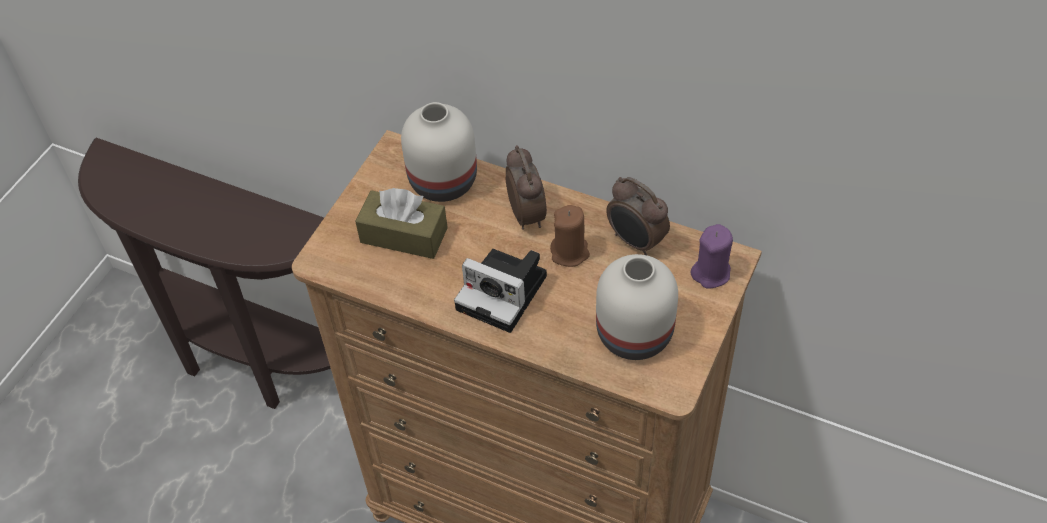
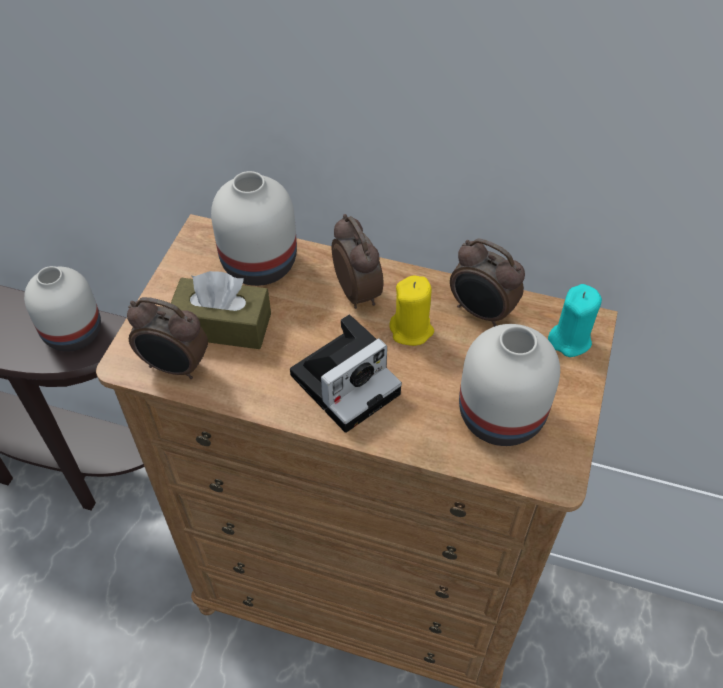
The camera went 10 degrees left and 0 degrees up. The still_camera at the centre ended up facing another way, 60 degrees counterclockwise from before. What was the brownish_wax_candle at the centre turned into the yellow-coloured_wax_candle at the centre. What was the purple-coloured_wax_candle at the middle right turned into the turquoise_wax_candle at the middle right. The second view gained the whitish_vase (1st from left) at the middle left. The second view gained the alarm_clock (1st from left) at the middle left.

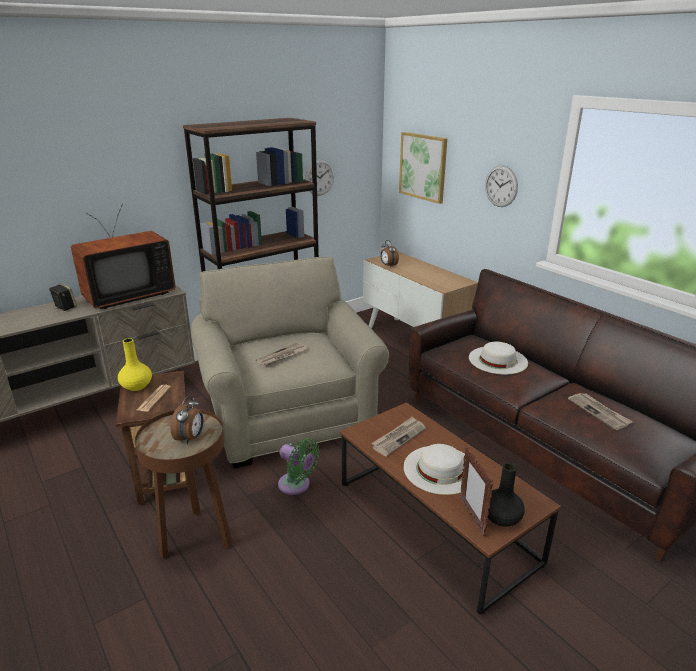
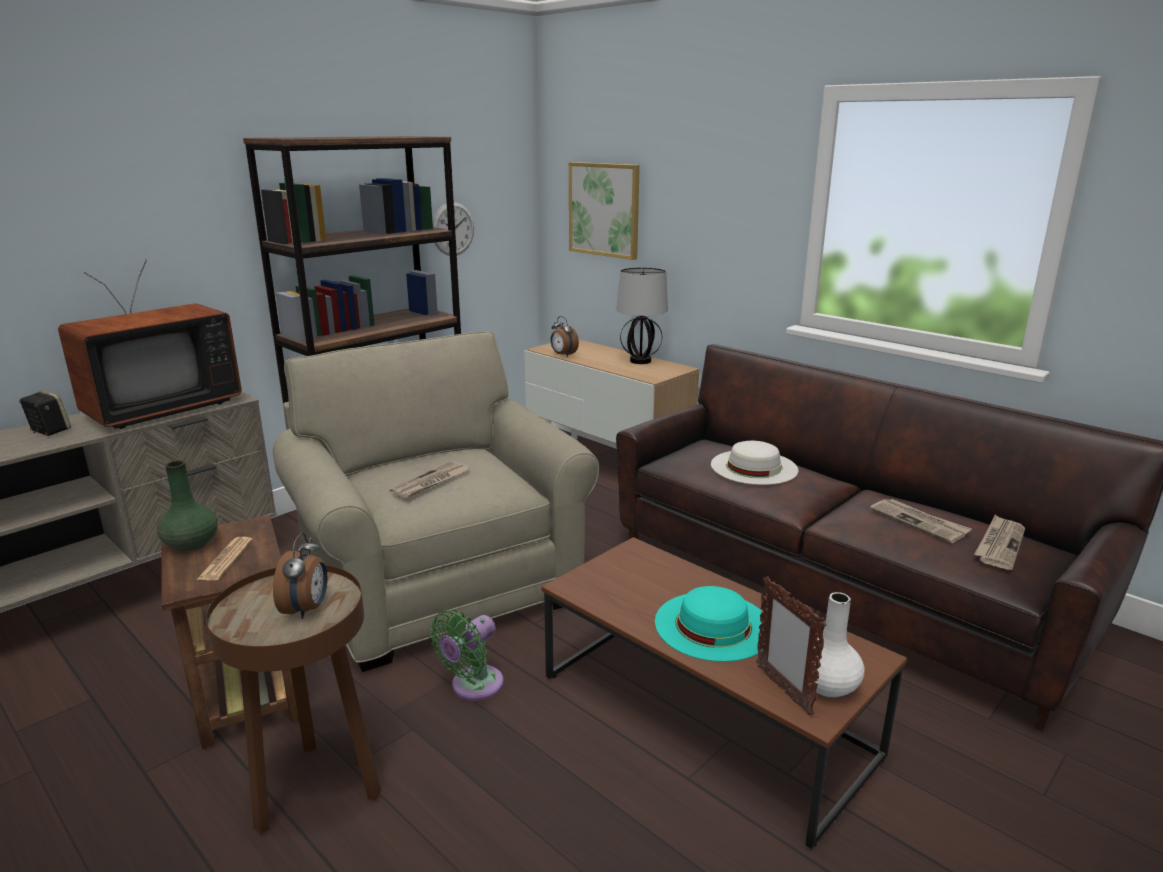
The camera went 10 degrees left and 5 degrees down. What was the yellow-coloured_vase at the middle left turned into the greenish_vase at the middle left. The greenish_fan at the bottom centre ended up facing another way, 105 degrees clockwise from before. The newspaper (3rd from left in the first image) ended up elsewhere, having gone from the centre to the middle right. What was the whitish_wearable_hat (1st from left) at the bottom centre turned into the turquoise_wearable_hat at the bottom centre. The second view lost the wall_clock (2nd from left) at the top right. What was the blackish_vase at the bottom right turned into the whitish_vase at the bottom right. The second view gained the tabletop_lamp at the centre.

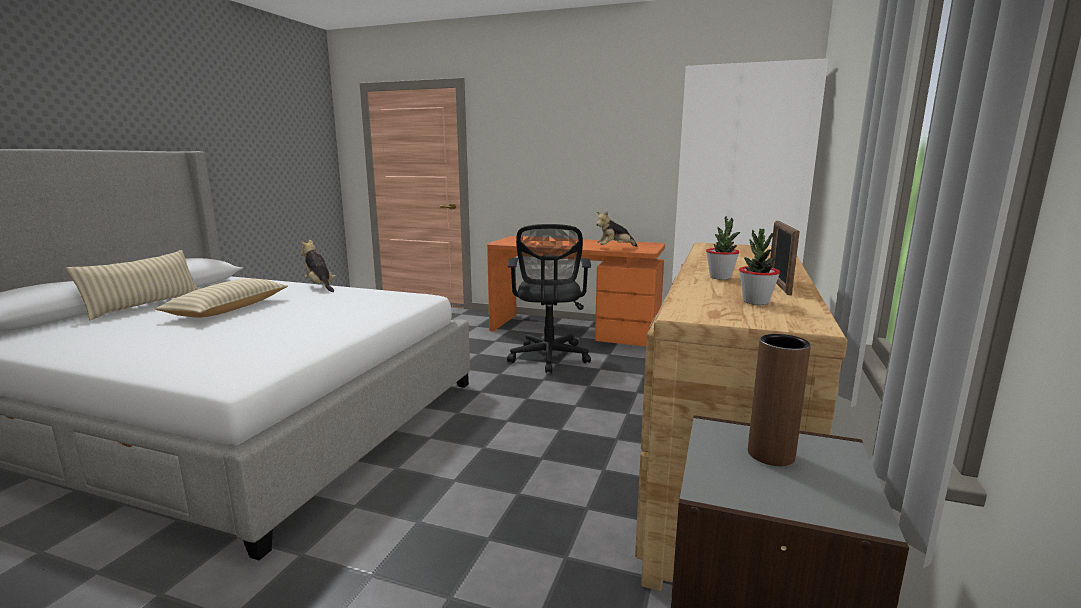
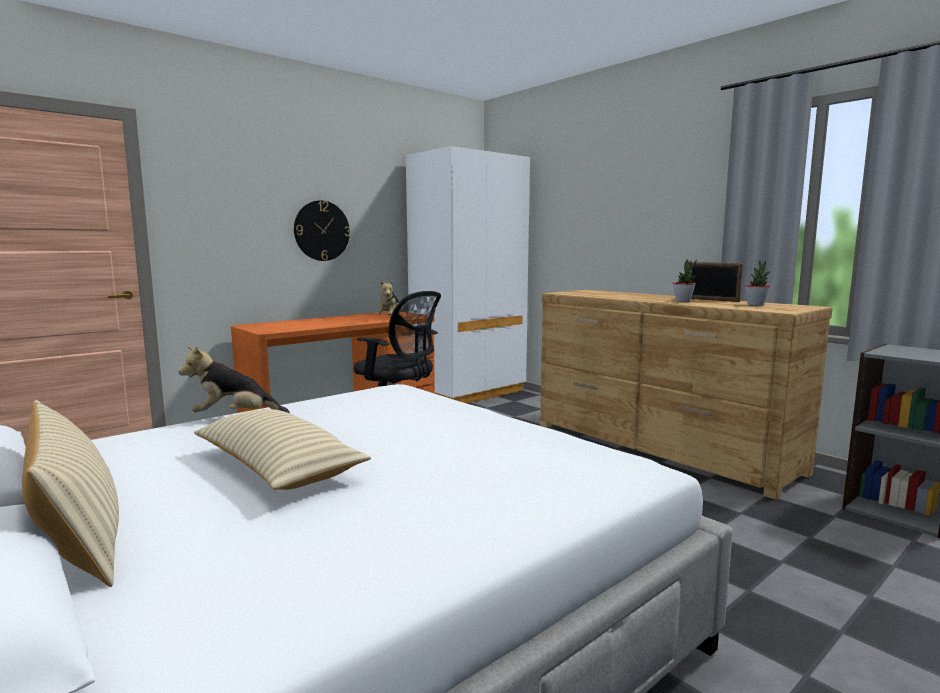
The camera went 60 degrees left and 5 degrees down. The second view lost the brownish_vase at the middle right. The second view gained the wall_clock at the top centre.

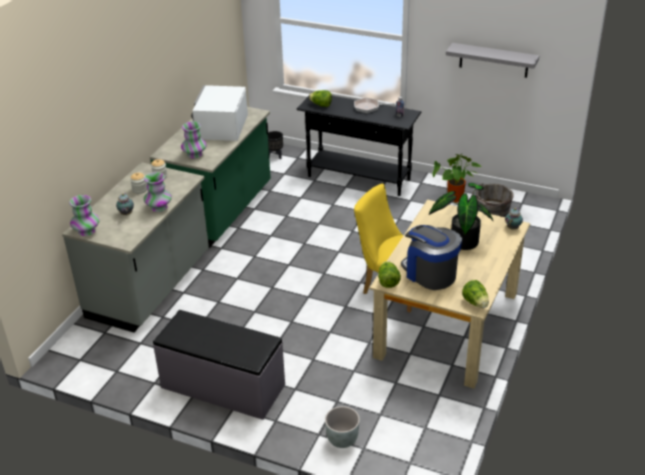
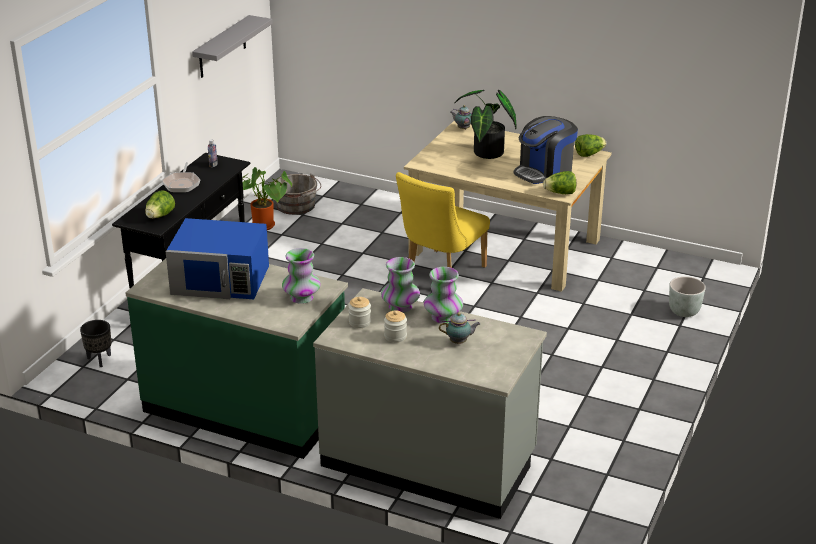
The camera went 90 degrees left and 5 degrees down. The vase (1st from left in the first image) ended up elsewhere, having gone from the middle left to the centre. The second view lost the greyish_long_seat at the bottom centre. What was the whitish_kitchen_microwave at the top centre turned into the bluish_kitchen_microwave at the middle left.

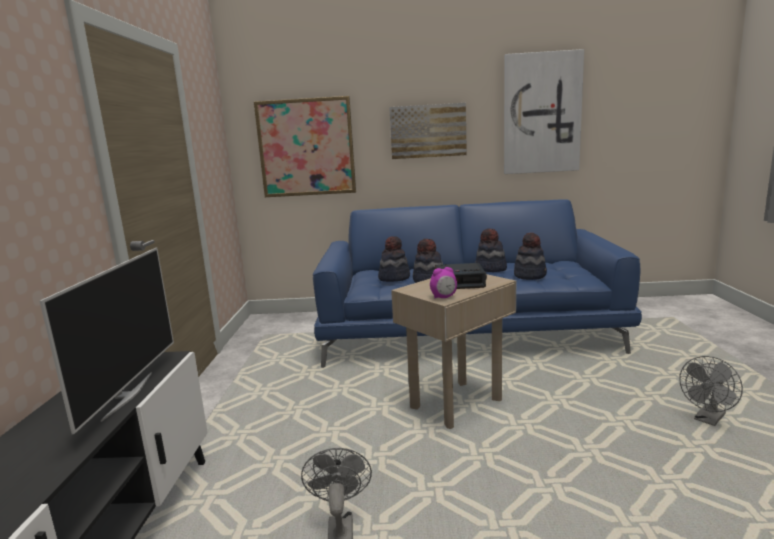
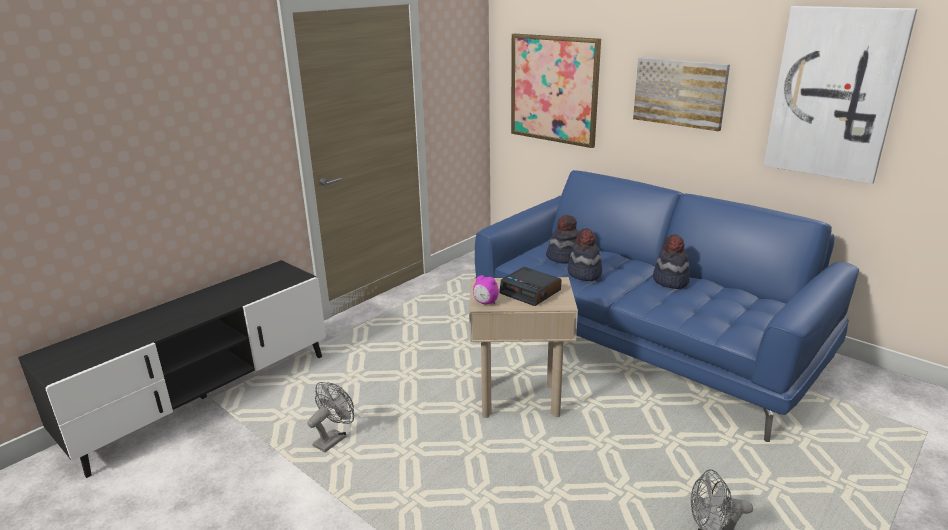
The camera went 40 degrees right and 10 degrees up. The second view lost the TV_set at the middle left. The second view lost the wearable_hat (4th from left) at the middle right.

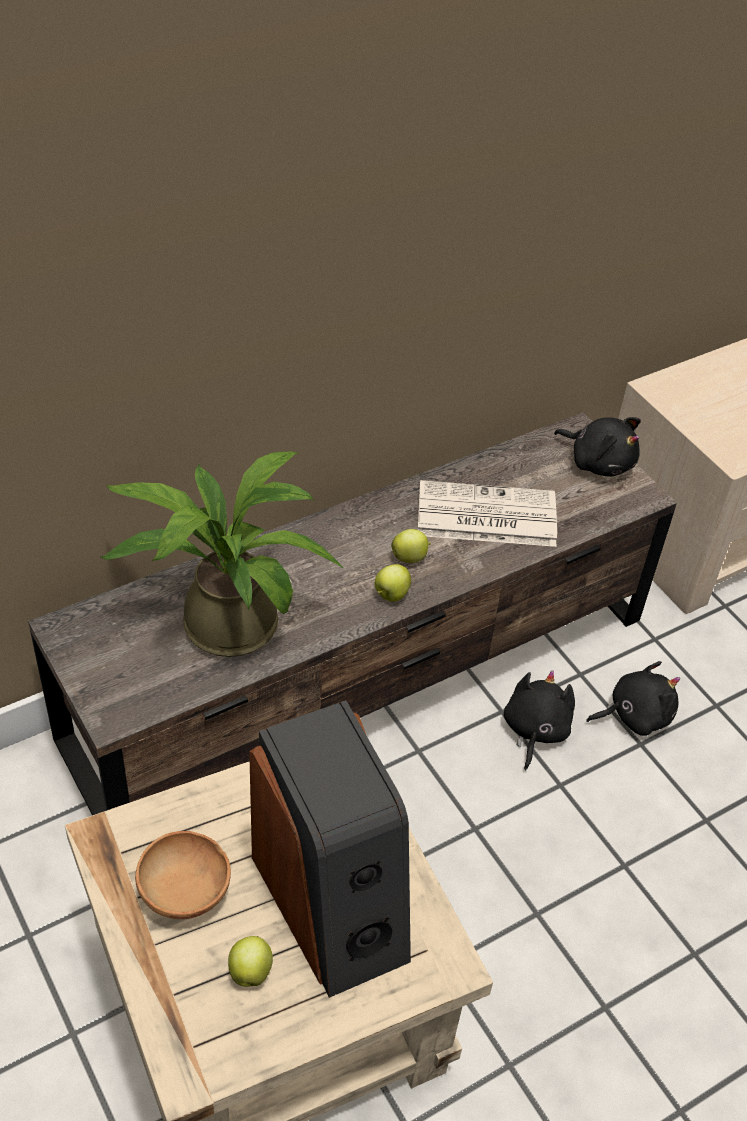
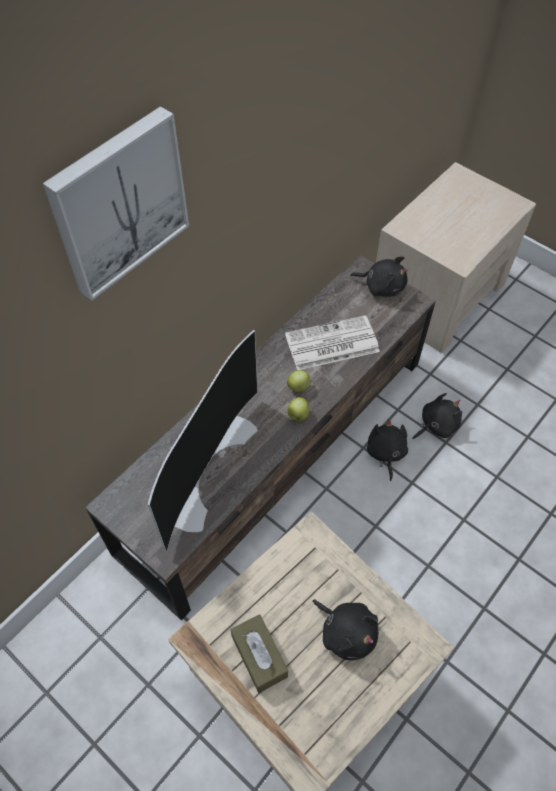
The camera went 15 degrees left and 10 degrees up. Where the potted_plant stood at the middle left, the TV_set came to stand at the centre. Where the brownish_deep_dish stood at the bottom left, the brownish_tissue_holder came to stand at the bottom centre. The second view lost the apple_fruit (1st from left) at the bottom centre. Where the speaker stood at the bottom centre, the blackish_cuddly_toy (1st from left) came to stand at the bottom centre. The second view gained the wall_art at the top left.

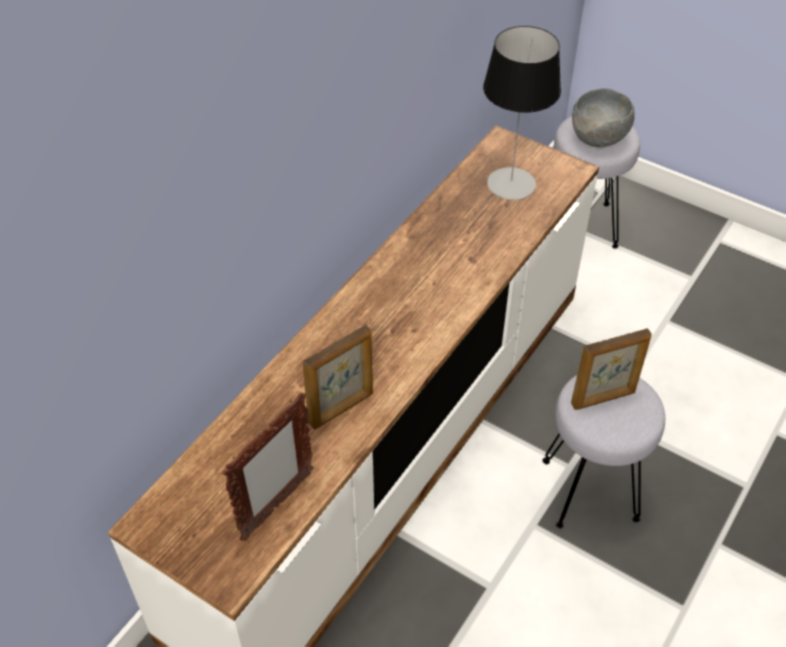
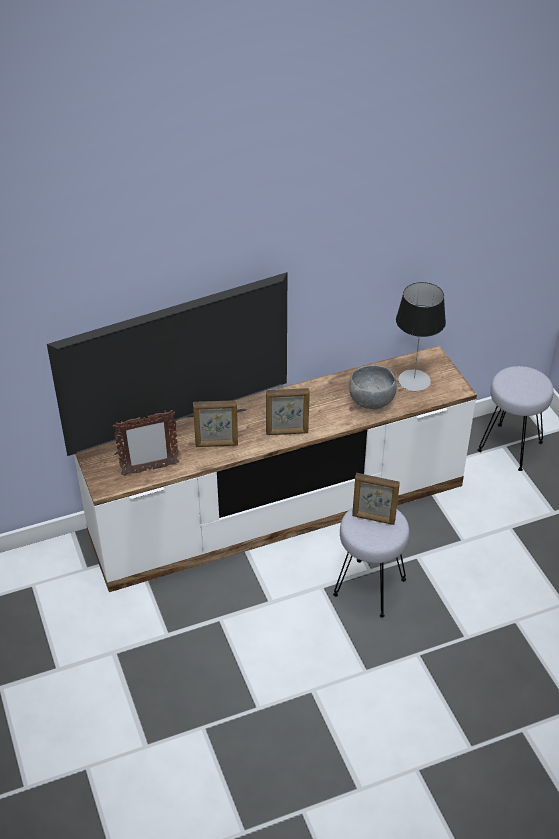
The camera went 35 degrees right and 5 degrees down. The greyish_deep_dish ended up elsewhere, having gone from the top right to the middle right. The second view gained the TV_set at the middle left. The second view gained the standing_frame (3rd from left) at the centre.

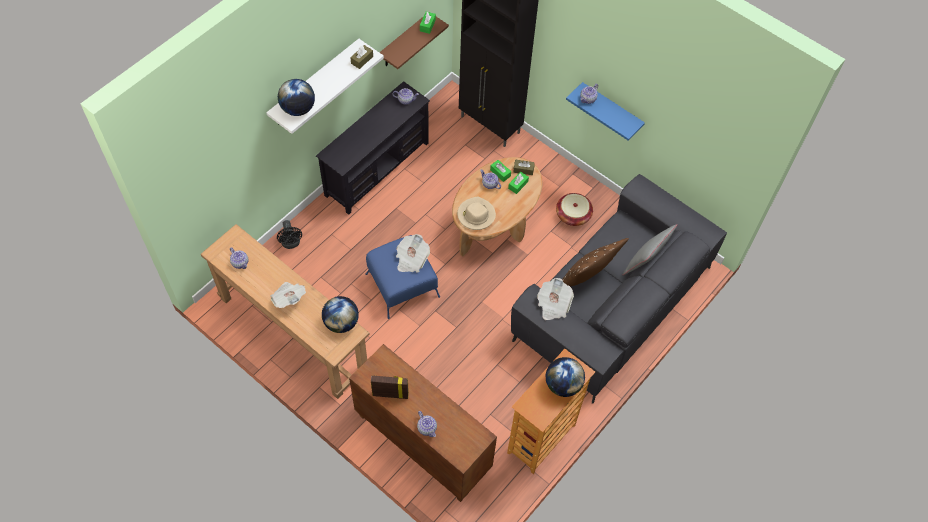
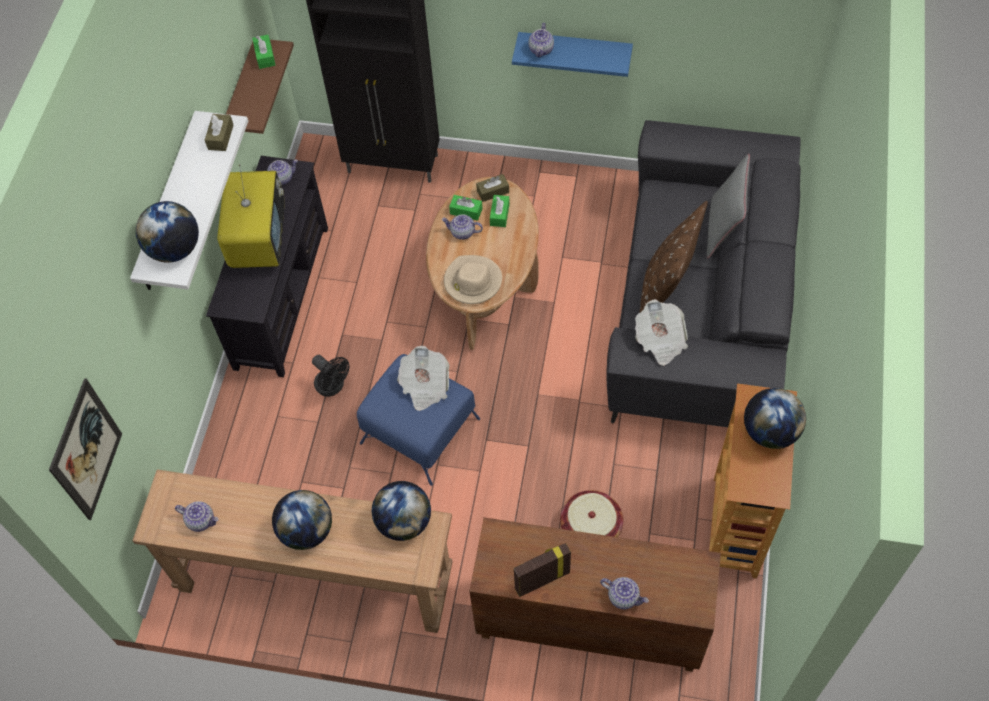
The camera went 25 degrees left and 0 degrees up. Where the newspaper (1st from left) stood at the middle left, the world_globe (2nd from left) came to stand at the bottom left. The blackish_fan ended up elsewhere, having gone from the middle left to the centre. The basket ended up elsewhere, having gone from the centre to the bottom centre. The second view gained the wall_art at the middle left. The second view gained the TV_set at the top left.

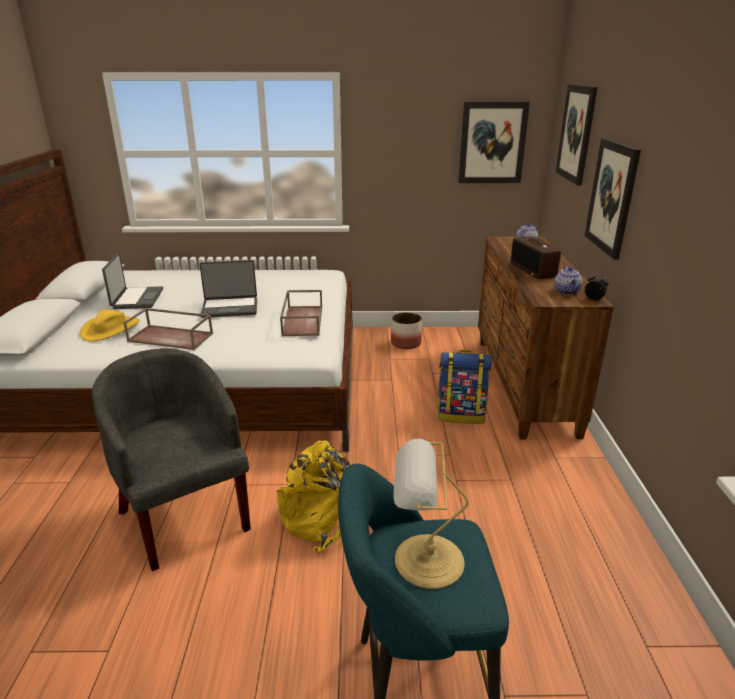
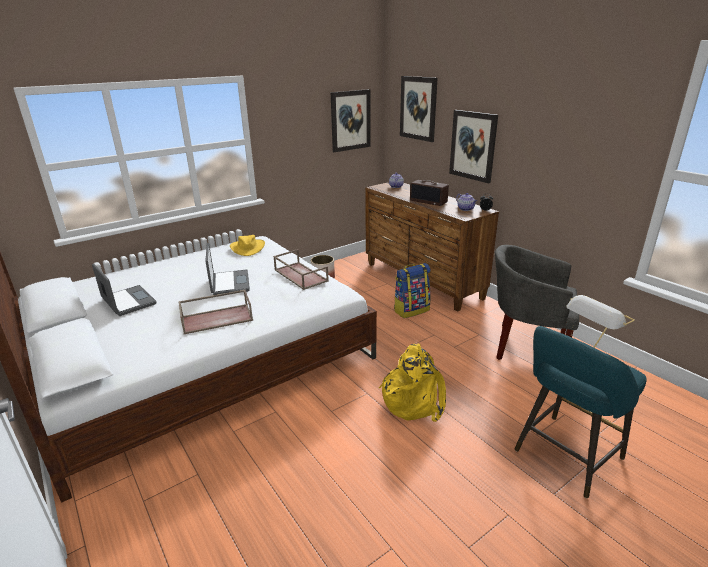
The camera went 35 degrees left and 0 degrees up. The yellow-coloured_wearable_hat ended up elsewhere, having gone from the middle left to the centre. The greyish_easy_chair ended up elsewhere, having gone from the middle left to the middle right. The laptop (2nd from left) at the middle left ended up facing another way, 60 degrees counterclockwise from before.

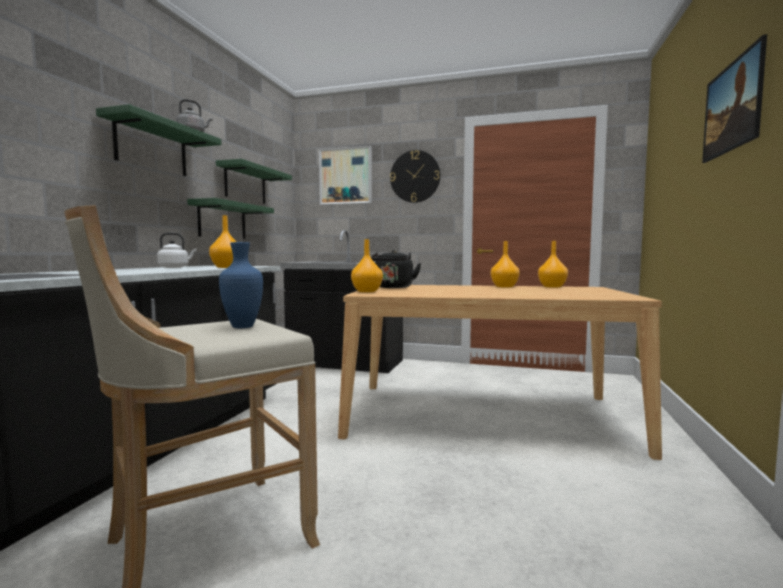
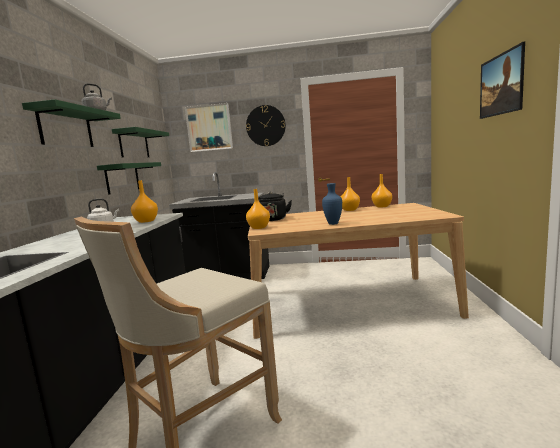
The camera went 10 degrees left and 5 degrees up. The bluish_vase ended up elsewhere, having gone from the middle left to the centre.

